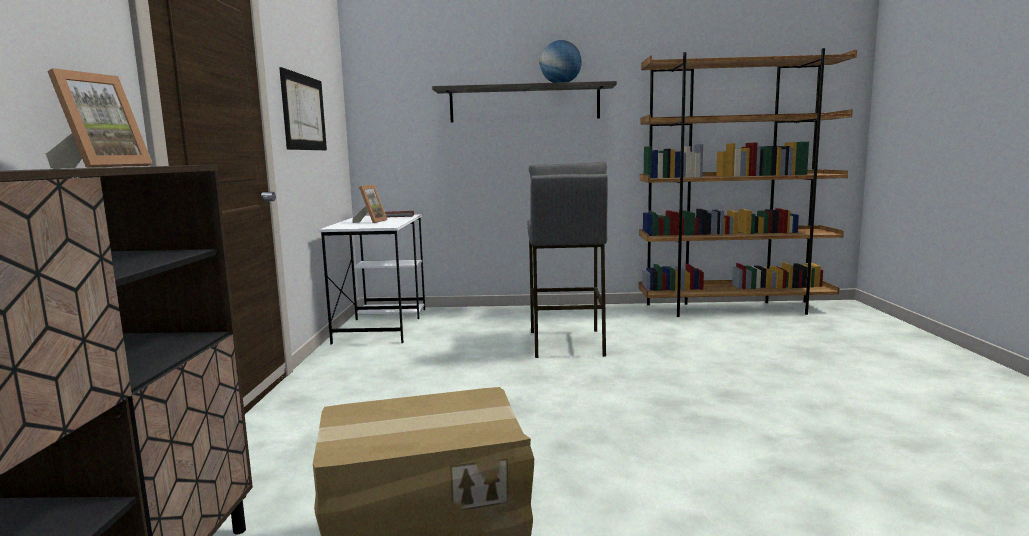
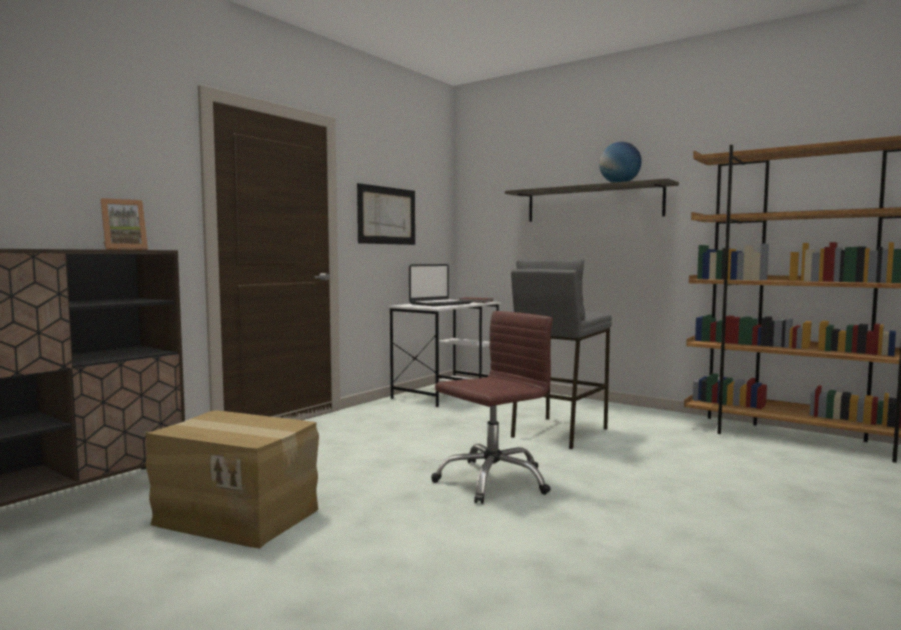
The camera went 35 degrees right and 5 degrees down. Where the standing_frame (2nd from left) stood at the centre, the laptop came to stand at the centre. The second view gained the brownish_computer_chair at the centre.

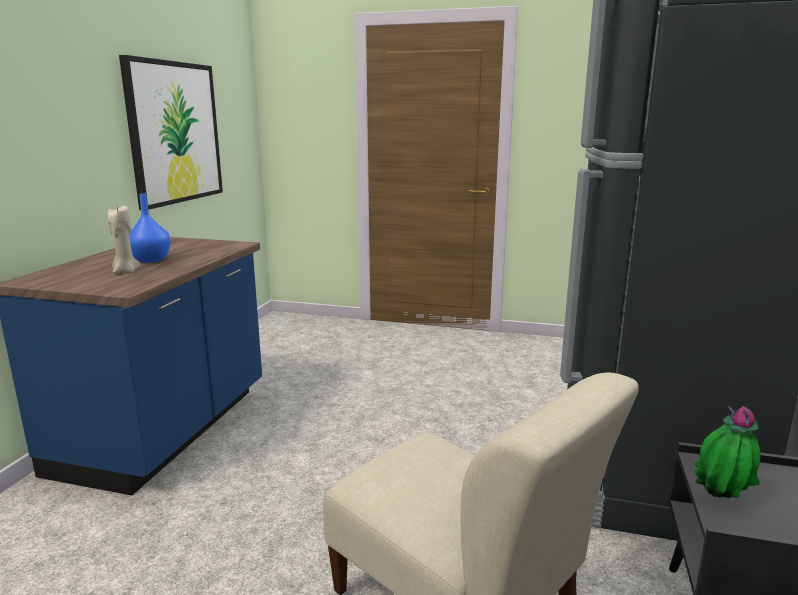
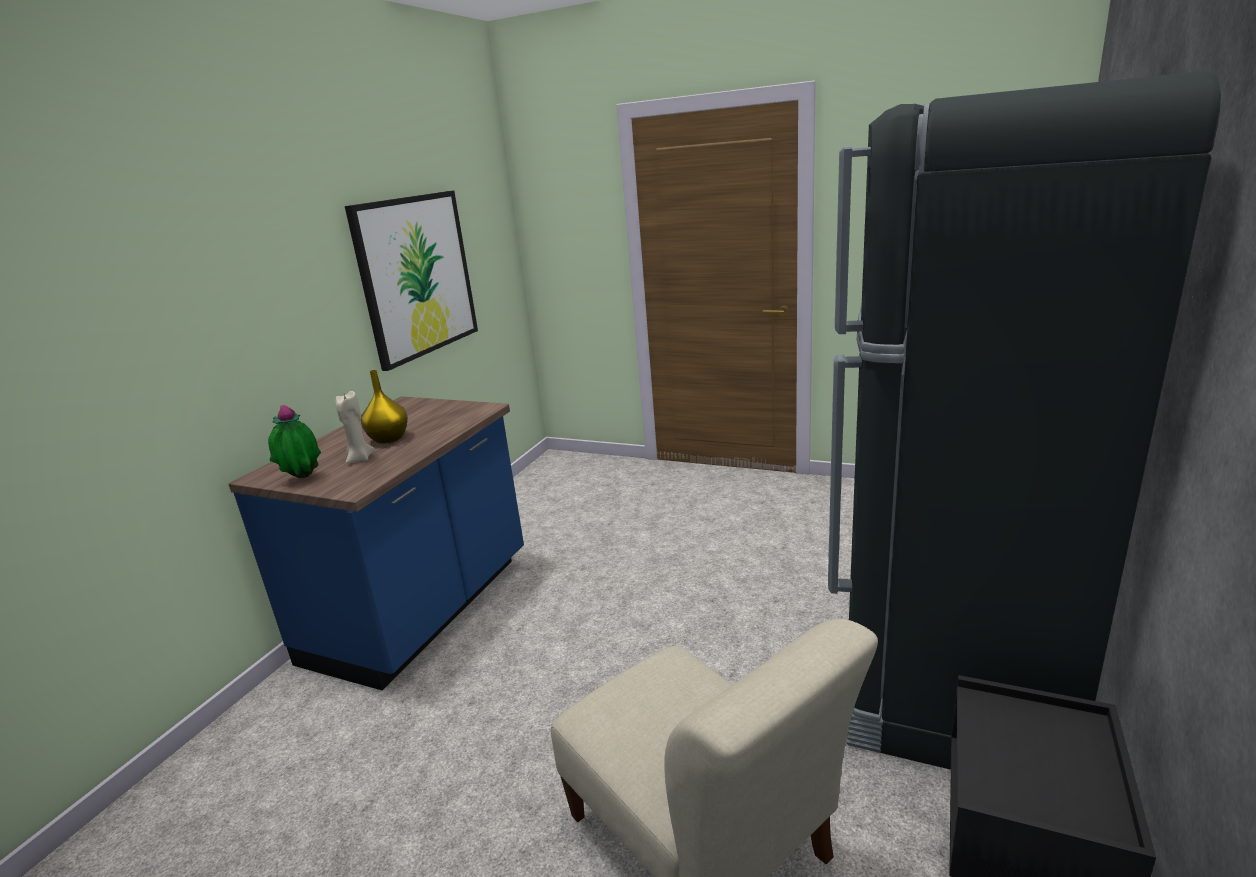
The camera went 10 degrees right and 5 degrees up. What was the bluish_vase at the middle left turned into the yellow-coloured_vase at the middle left. The potted_plant ended up elsewhere, having gone from the bottom right to the middle left.

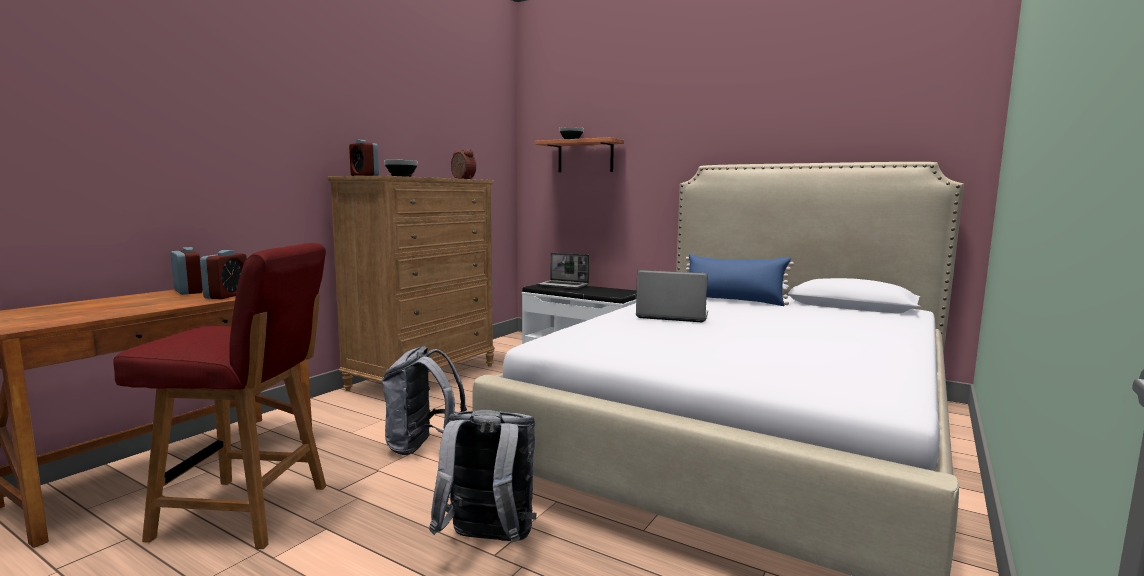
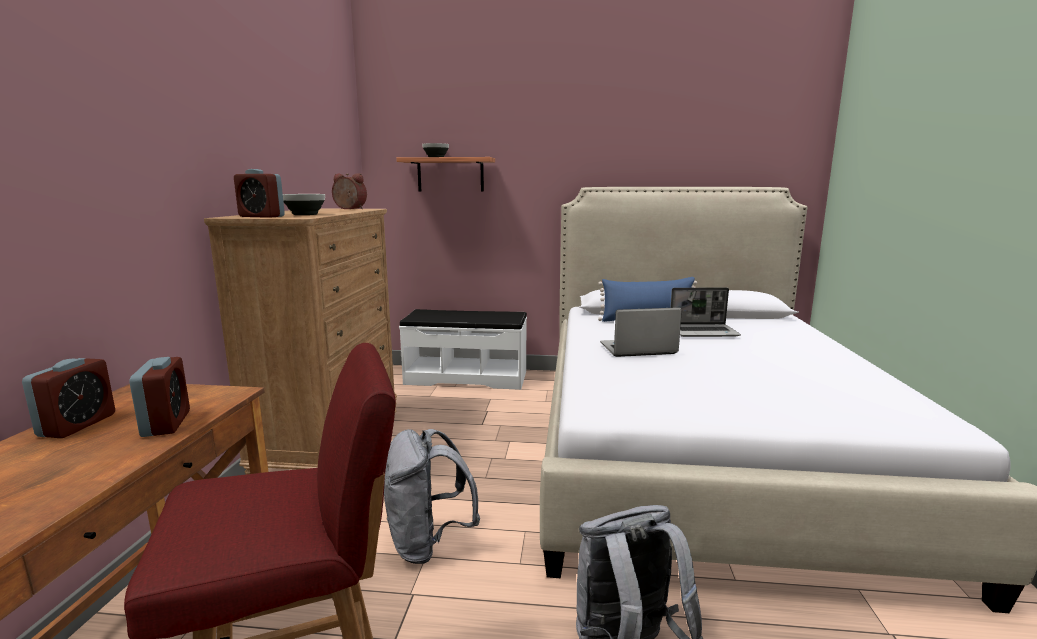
The camera went 25 degrees left and 5 degrees up. The alarm_clock (1st from left) at the middle left ended up facing another way, 75 degrees clockwise from before. The laptop (1st from left in the first image) ended up elsewhere, having gone from the centre to the middle right.

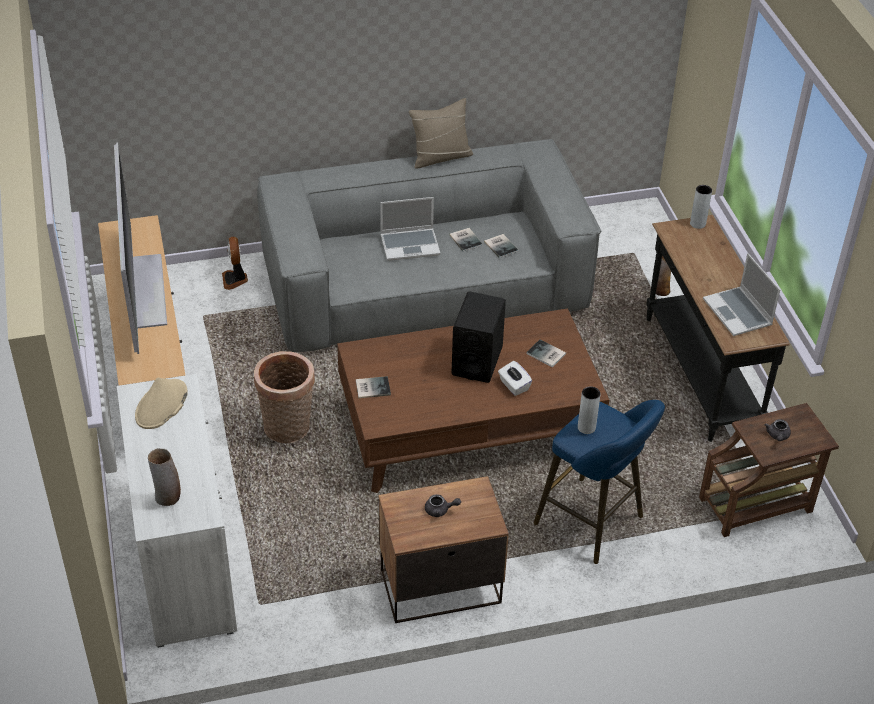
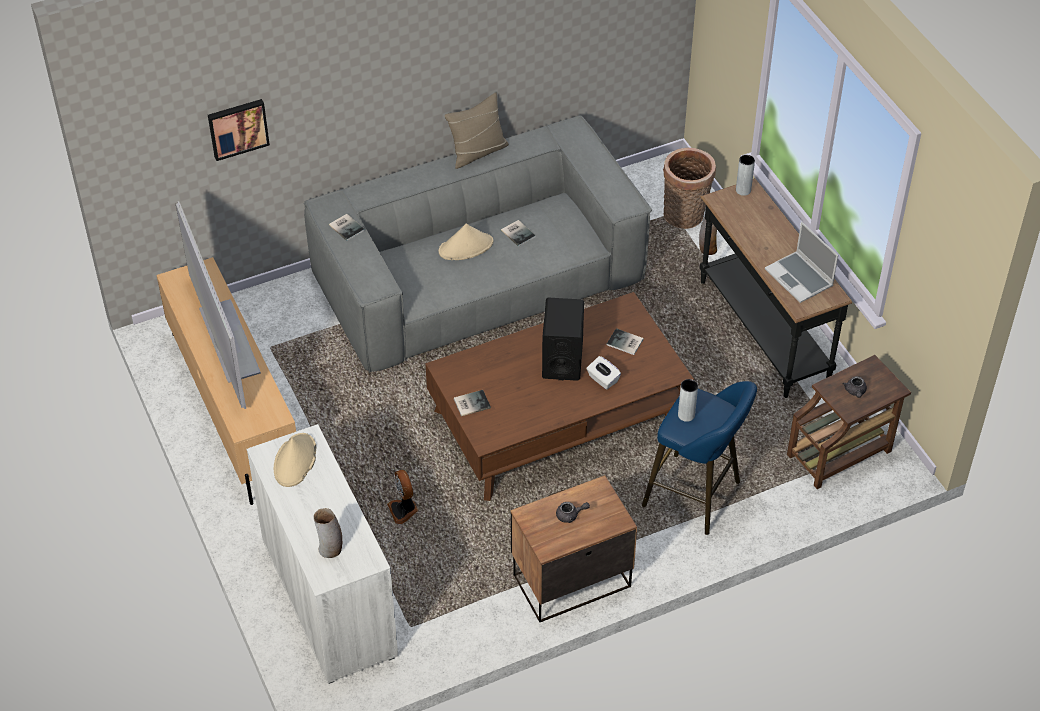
The camera went 10 degrees left and 5 degrees up. The fan ended up elsewhere, having gone from the middle left to the bottom centre. The basket ended up elsewhere, having gone from the middle left to the top centre. Where the laptop (1st from left) stood at the top centre, the sand-coloured_wearable_hat (2nd from left) came to stand at the centre. The book (3rd from left in the first image) ended up elsewhere, having gone from the centre to the top centre. The second view gained the wall_art at the top left.

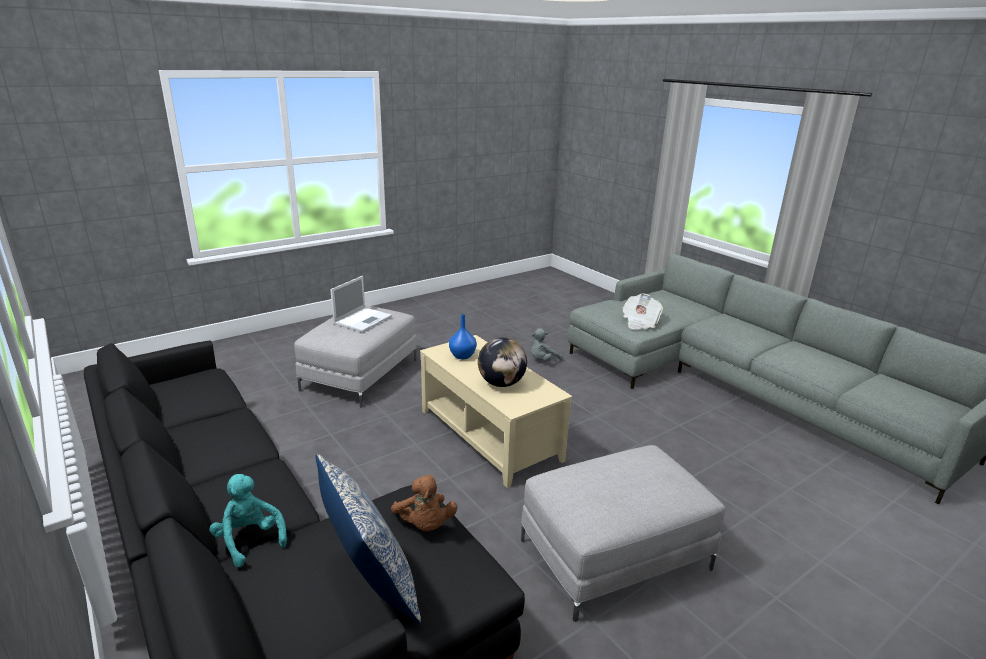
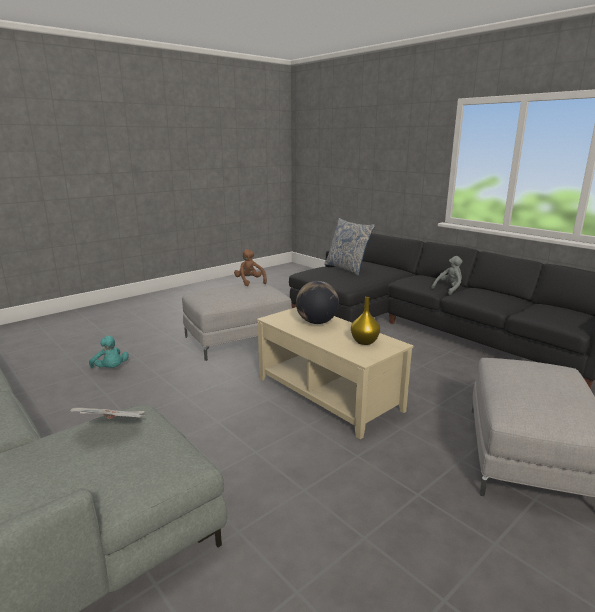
The camera went 175 degrees right and 5 degrees down. The turquoise_cuddly_toy ended up elsewhere, having gone from the bottom left to the middle left. The second view lost the laptop at the centre. The brownish_cuddly_toy ended up elsewhere, having gone from the bottom centre to the centre. What was the bluish_vase at the centre turned into the yellow-coloured_vase at the centre. The greyish_cuddly_toy ended up elsewhere, having gone from the centre to the middle right.

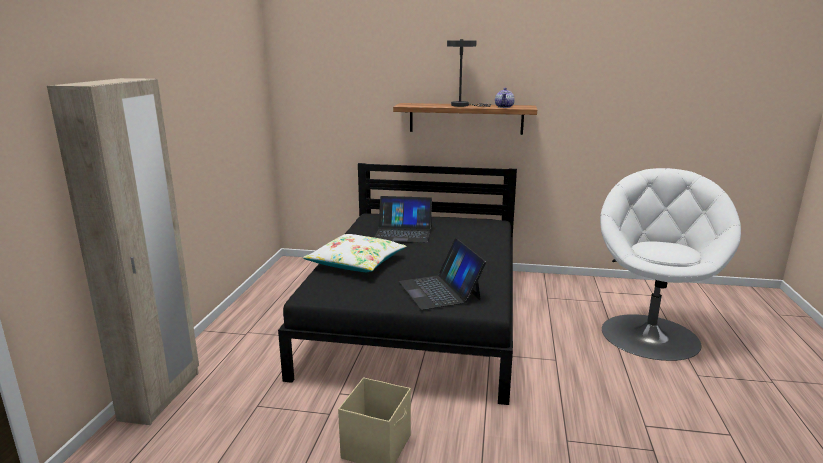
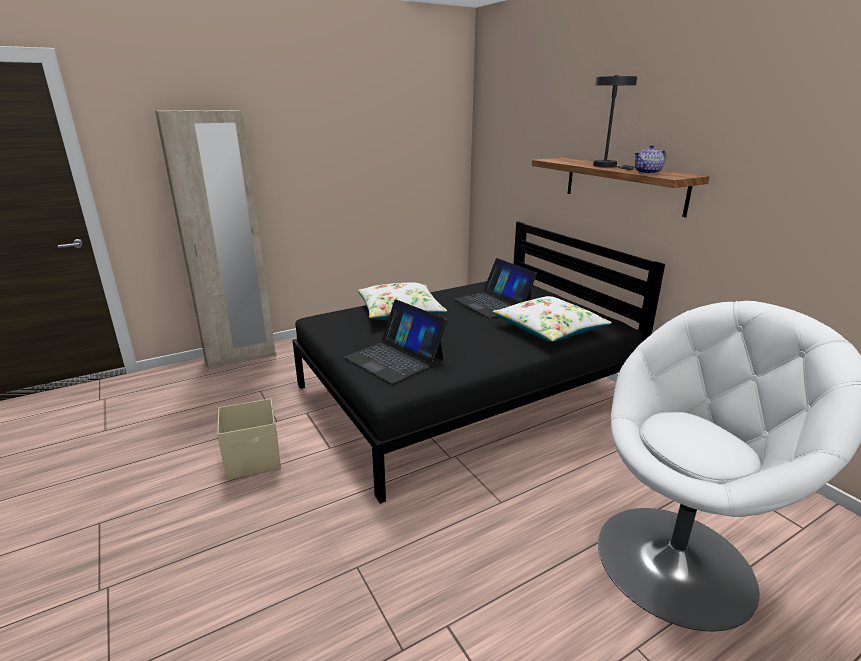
The camera went 50 degrees right and 5 degrees up. The laptop (2nd from left in the first image) at the centre ended up facing another way, 75 degrees counterclockwise from before. The second view gained the whitish_pillow (2nd from left) at the centre.

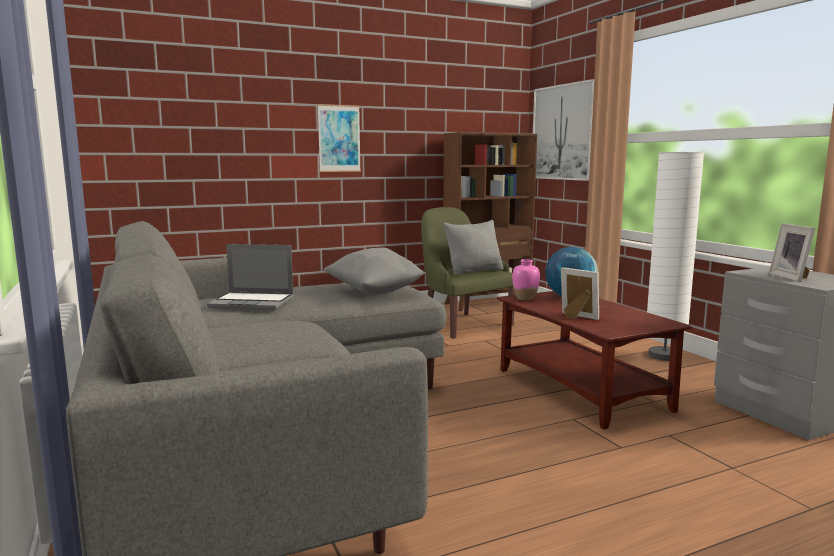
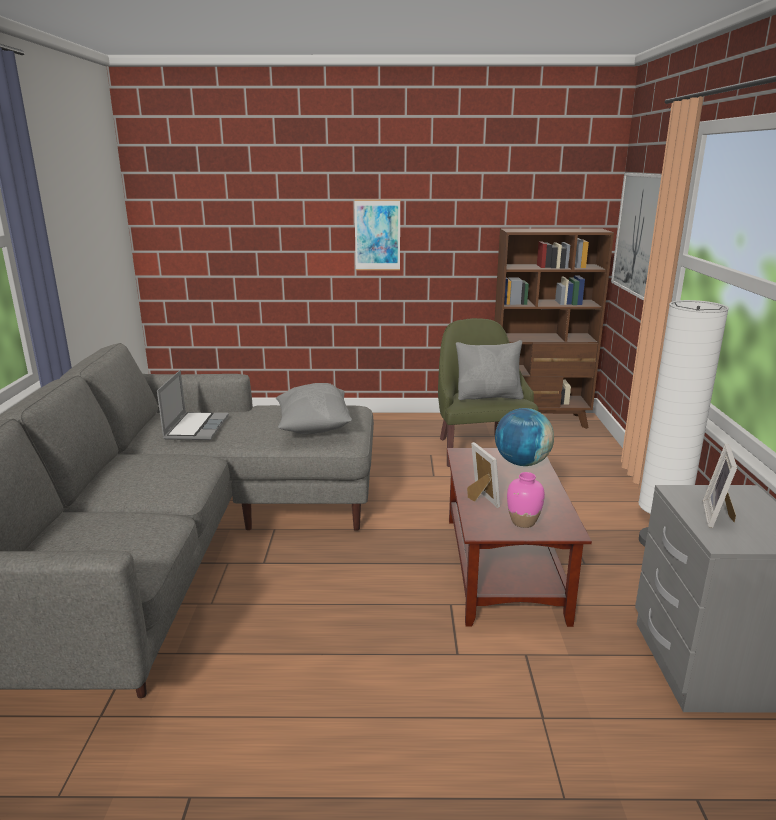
The camera went 25 degrees right and 10 degrees up. The laptop at the middle left ended up facing another way, 120 degrees counterclockwise from before. The pink-coloured_vase ended up elsewhere, having gone from the centre to the middle right.

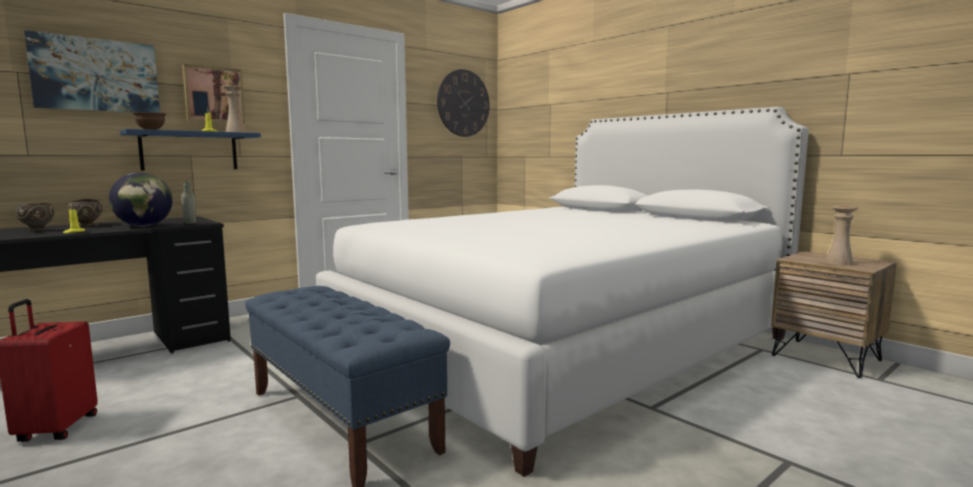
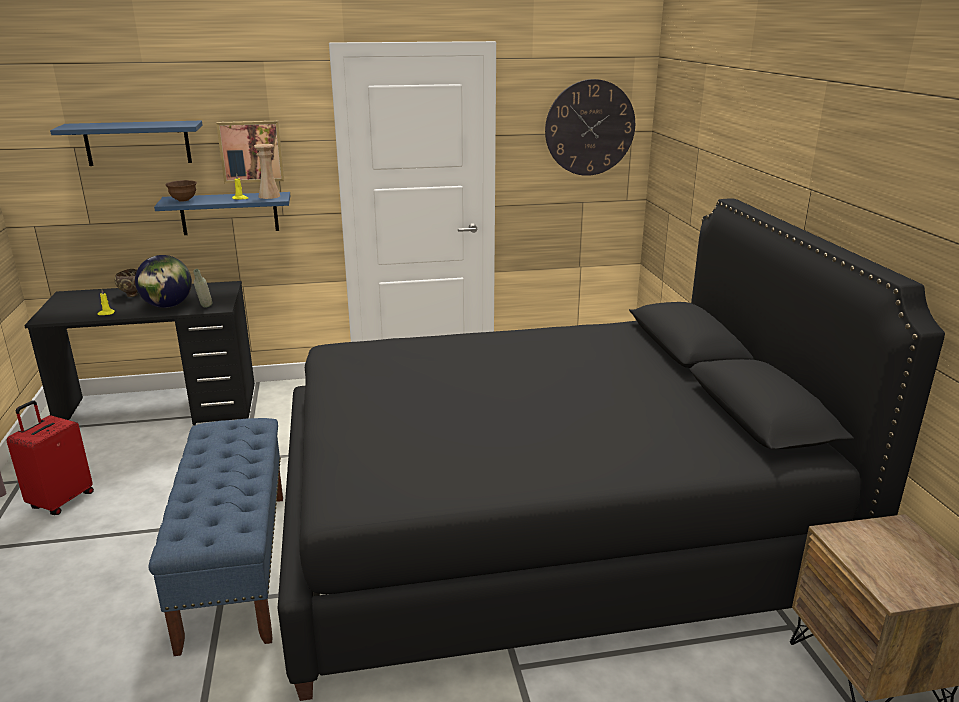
The camera went 30 degrees right and 15 degrees up. The second view lost the brownish_deep_dish (1st from left) at the middle left. Where the wall_art (1st from left) hung at the top left, the bluish_shelf (1st from left) came to hang at the top left. What was the whitish_bed at the centre turned into the blackish_bed at the centre. The second view lost the sand-coloured_vase (2nd from left) at the middle right.

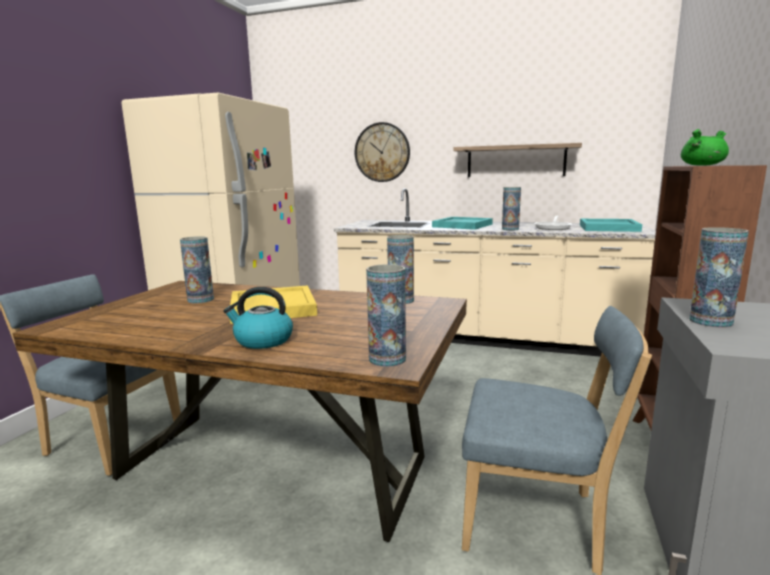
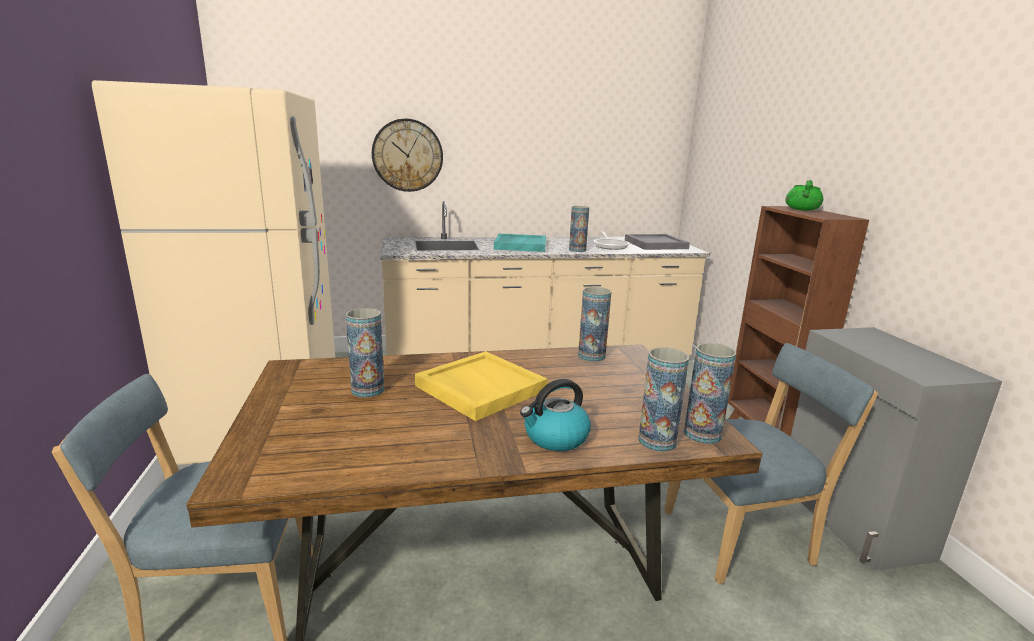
The camera went 30 degrees left and 5 degrees up. The second view lost the shelf at the top right. What was the turquoise_tray (2nd from left) at the middle right turned into the greyish_tray at the centre. The vase (5th from left in the first image) ended up elsewhere, having gone from the middle right to the centre.

